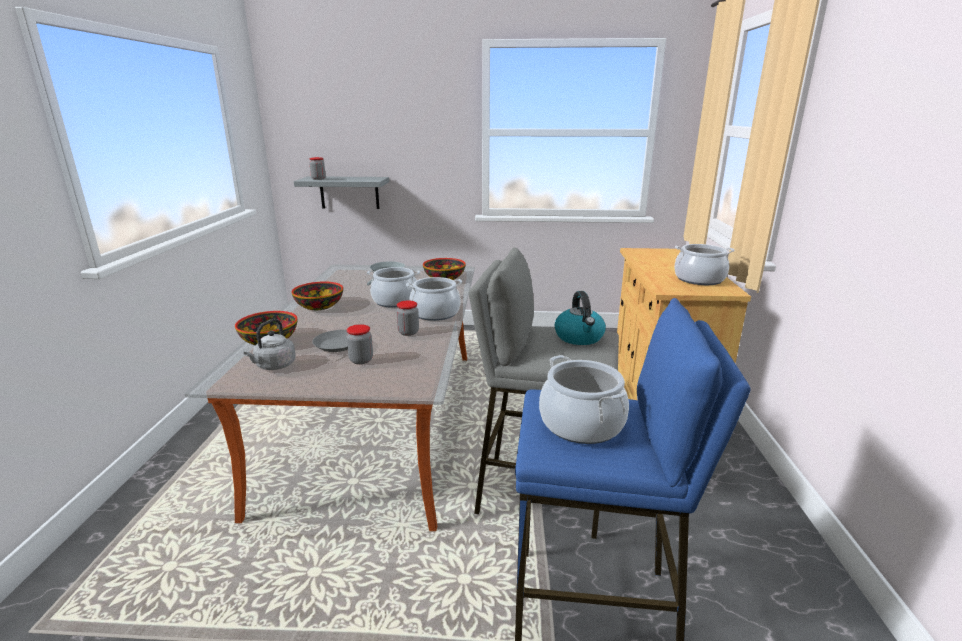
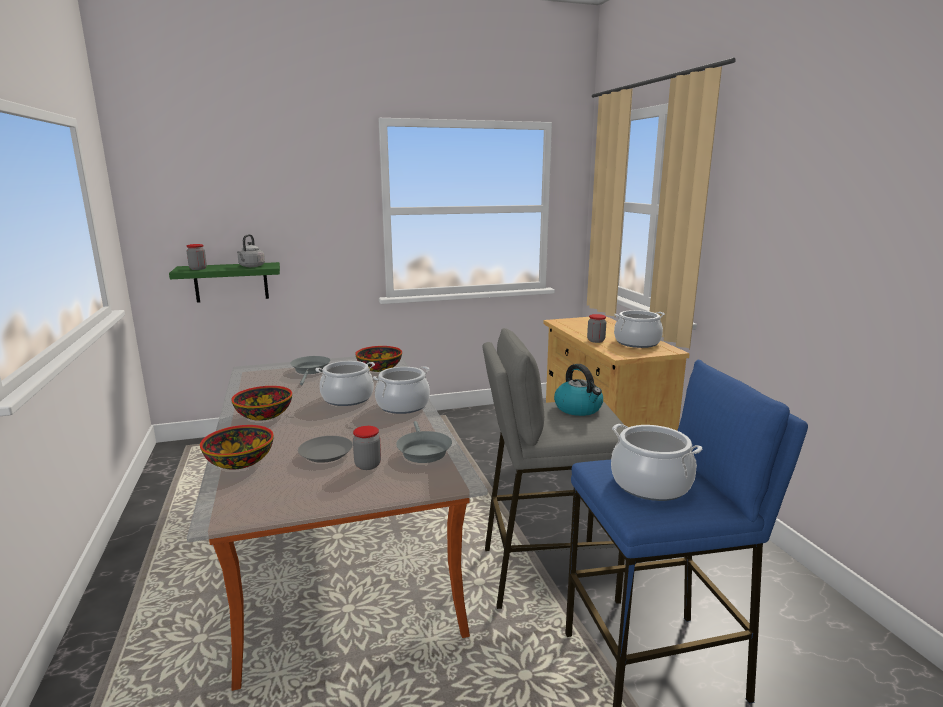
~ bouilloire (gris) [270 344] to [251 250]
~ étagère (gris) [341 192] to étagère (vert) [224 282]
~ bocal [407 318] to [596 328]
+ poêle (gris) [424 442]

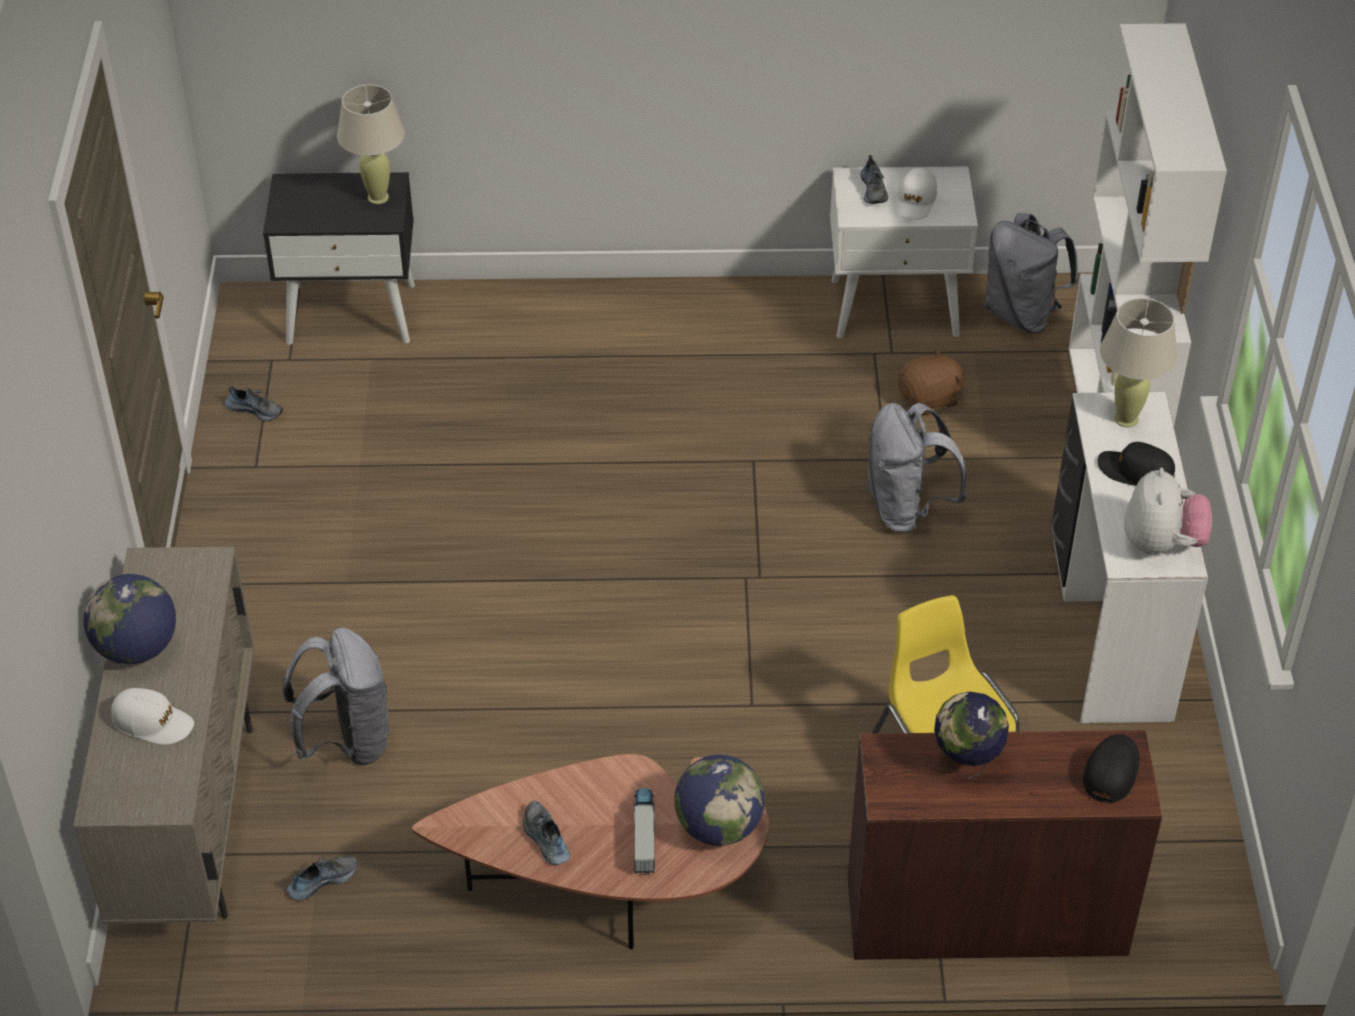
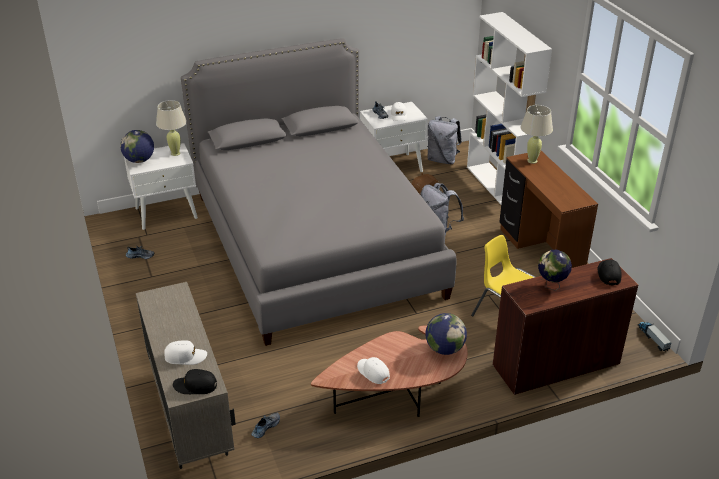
~ globe [129 619] to [137 146]
~ table de chevet (noir) [339 258] to table de chevet (blanc) [161 186]
- sac à dos (gris) [337 697]
~ chaussure [546 833] to casquette (blanc) [373 370]
~ camion jouet [644 831] to [655 336]
~ bureau (blanc) [1129 557] to bureau (marron) [548 209]
~ casquette (noir) [1136 464] to [195 381]
- peluche [1168 511]
+ lit (gris) [318 192]

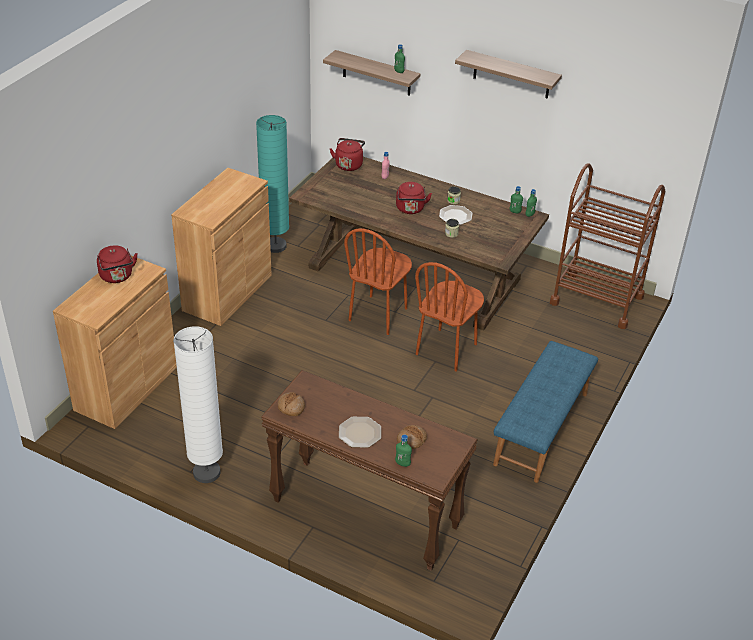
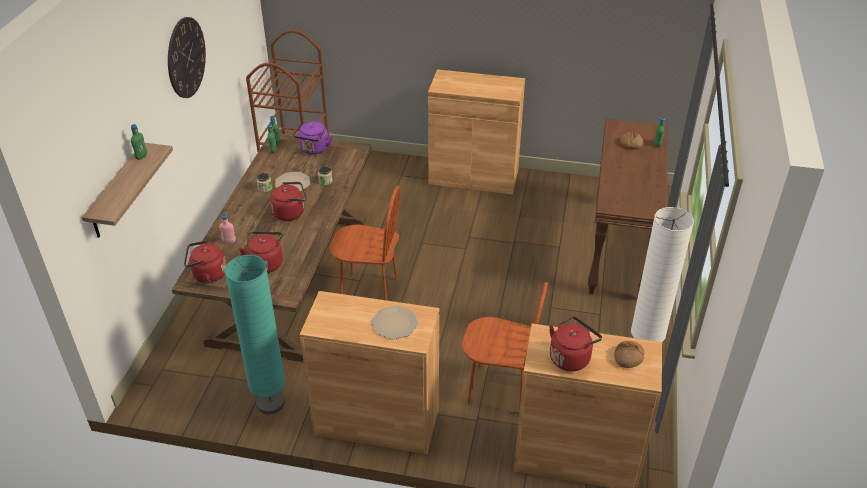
~ pain [291 404] to [629 354]
~ assiette [360 432] to [394 322]
~ chaise (marron) [449 317] to [505 347]
~ étagère [508 74] to horloge murale [187 57]
~ banc (bleu) [545 412] to meuble de rangement (marron) [476 132]
+ bouilloire (rouge) [261 252]
+ bouilloire (violet) [313 138]

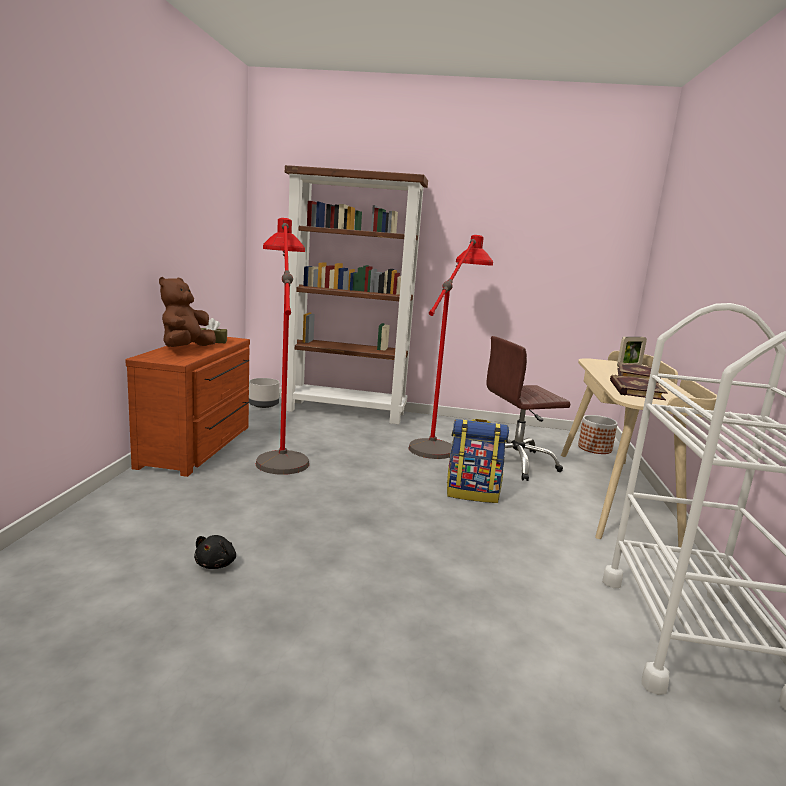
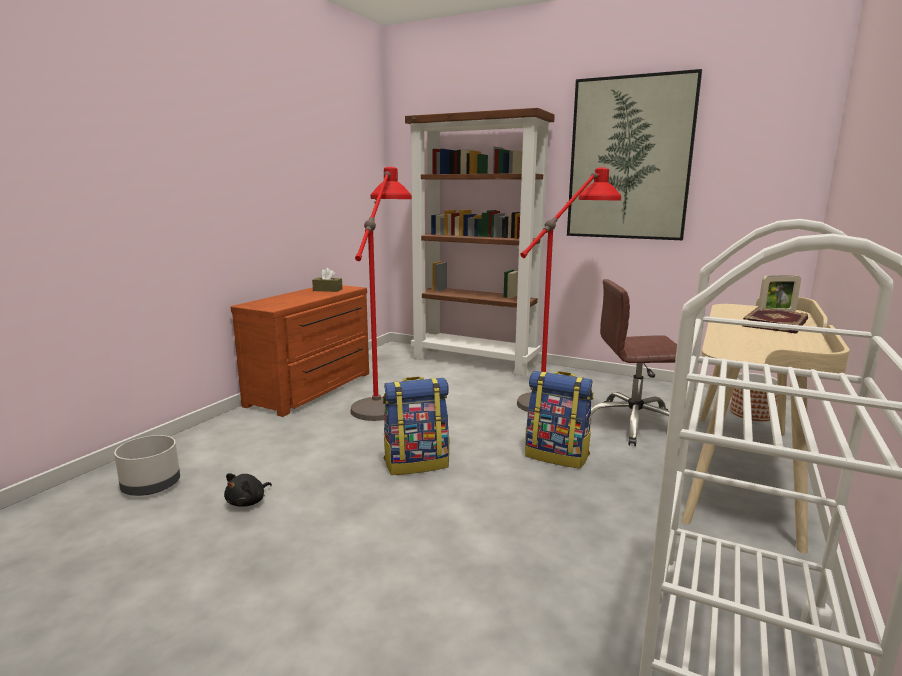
- peluche (marron) [187 312]
~ cache-pot (gris) [264 393] to [147 465]
- livre [639 387]
+ sac à dos [416 426]
+ tableau [634 154]

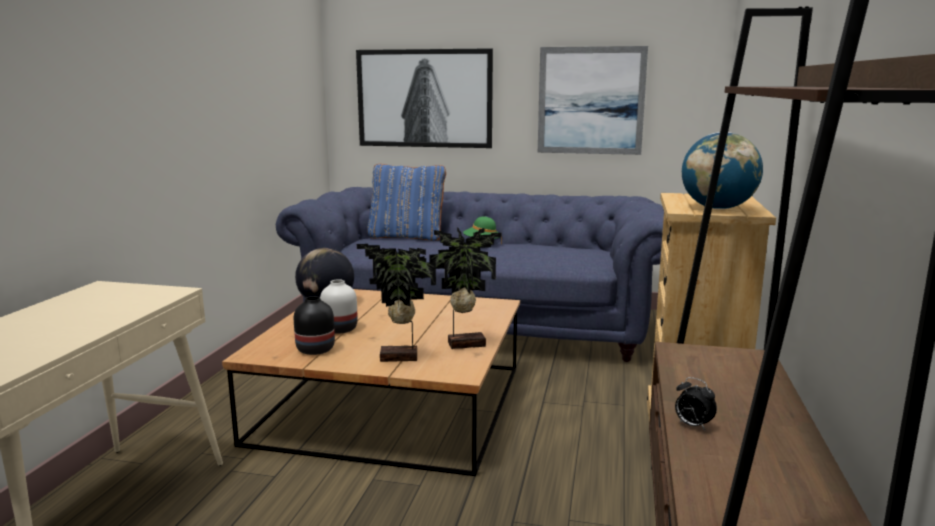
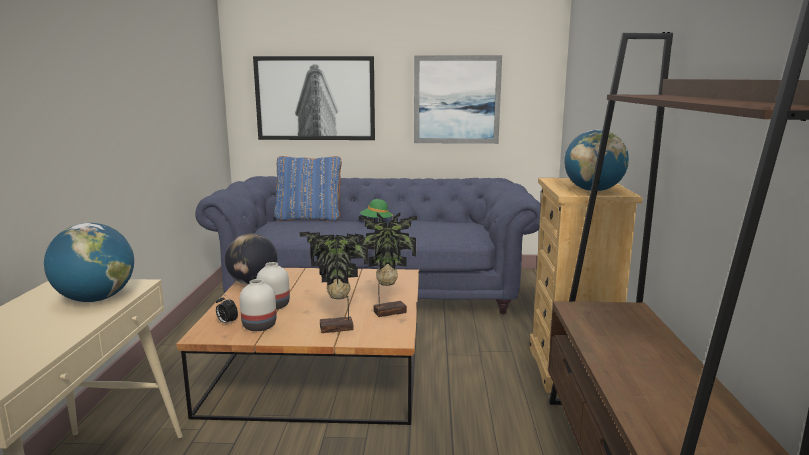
~ vase (noir) [314 325] to vase (blanc) [258 305]
~ réveil [696 403] to [227 309]
+ globe [89 262]

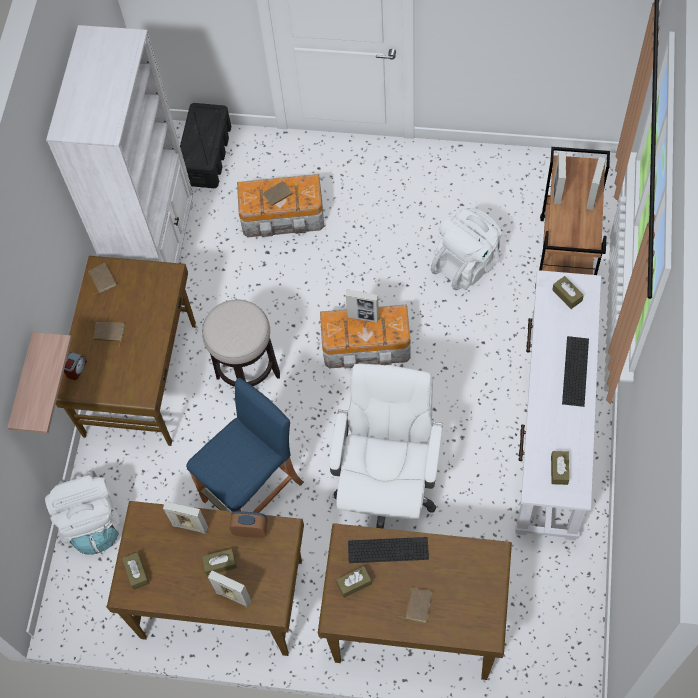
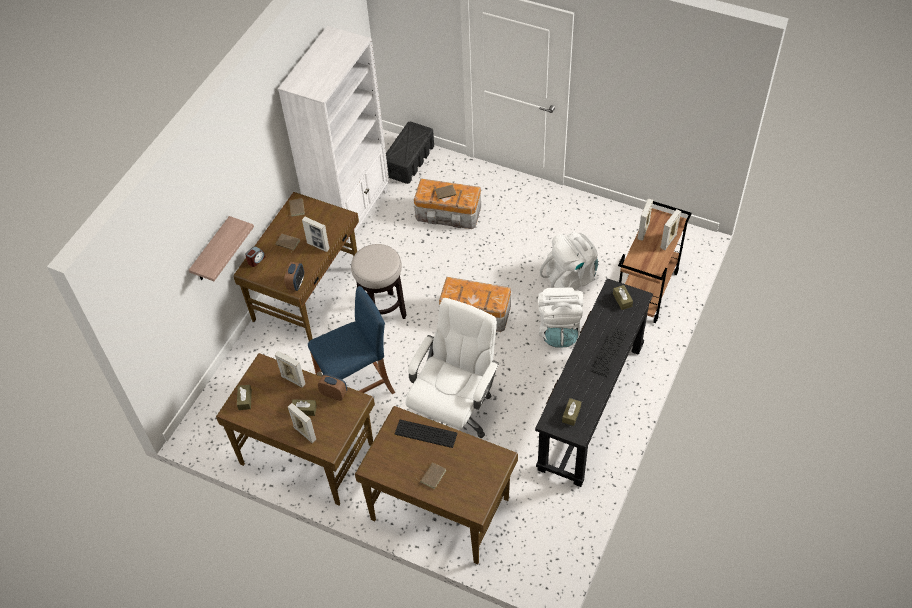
~ sac à dos (blanc) [83 512] to [560 317]
- boîte à mouchoirs (marron) [354 582]
~ cadre photo [362 306] to [316 234]
~ table console (blanc) [558 405] to table console (noir) [594 382]
+ réveil [294 276]

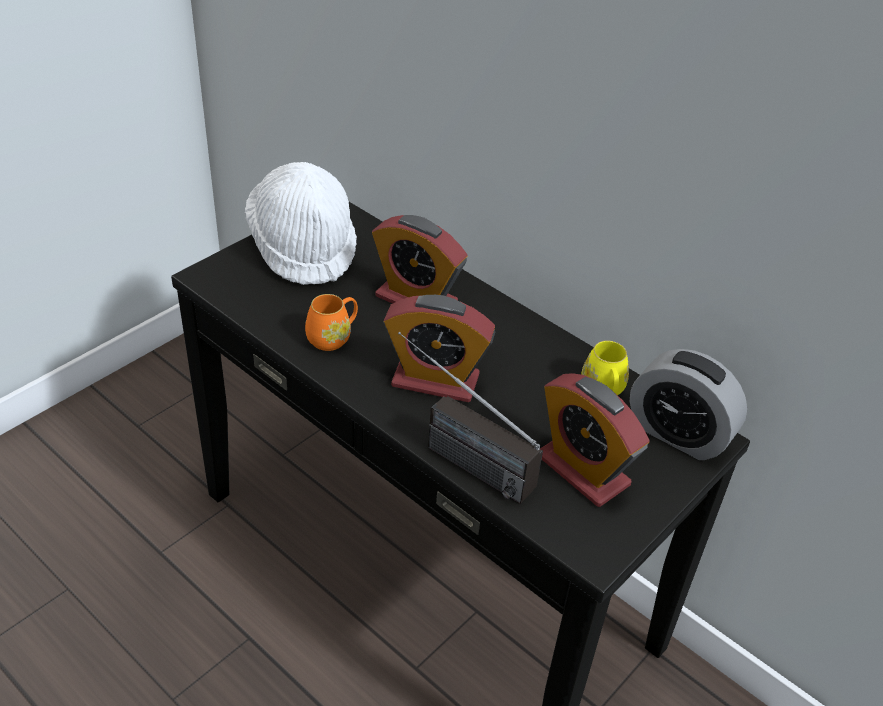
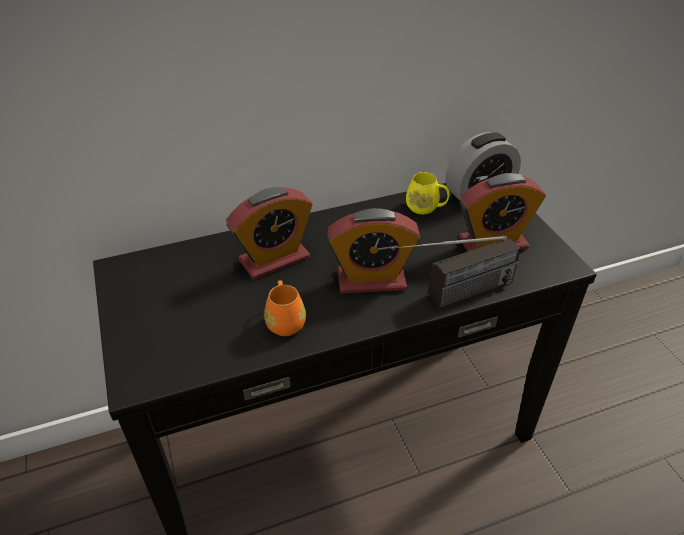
- chapeau (blanc) [301 223]
~ réveil [439 348] = [373 250] 45 degrees clockwise

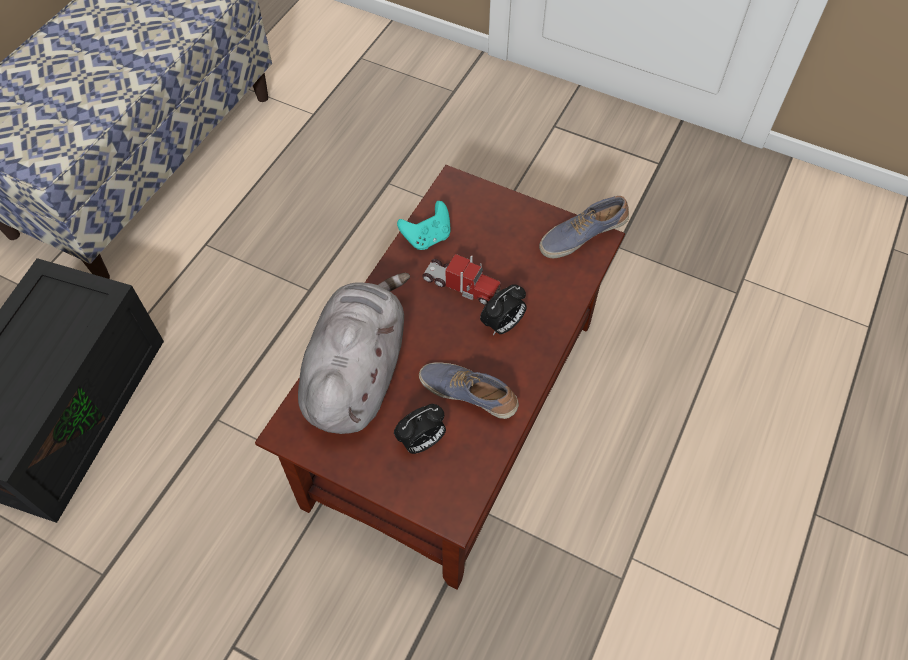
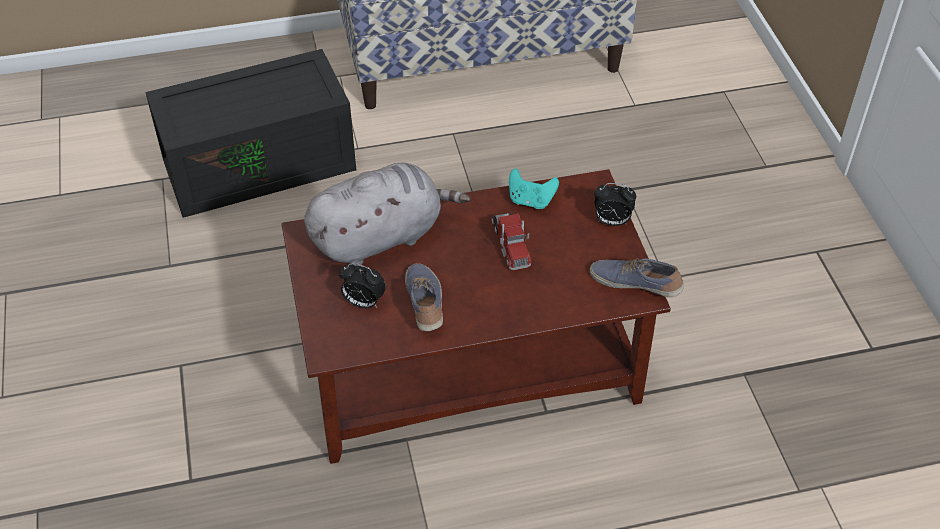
~ réveil [503 309] to [615 204]

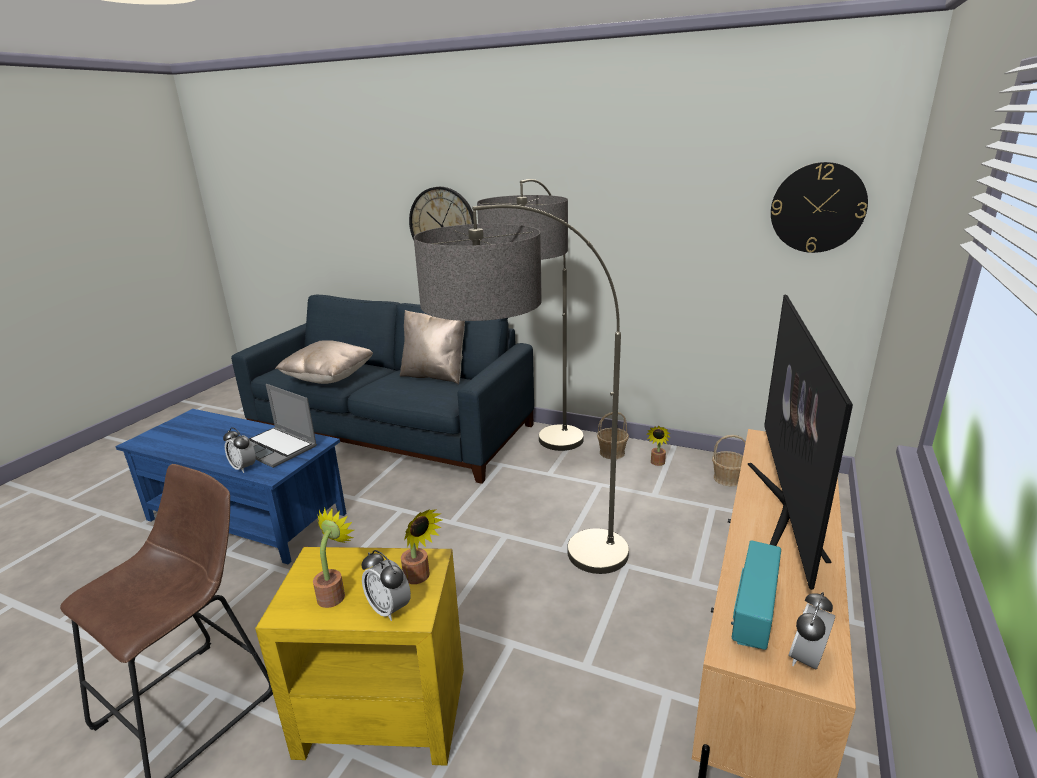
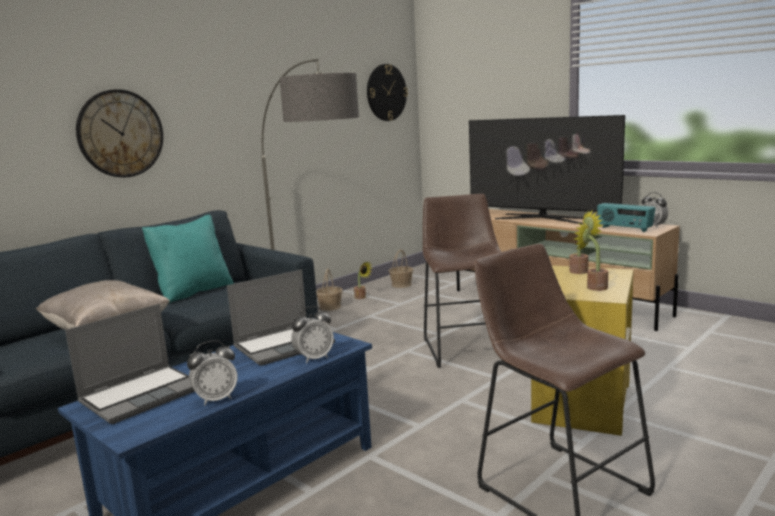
~ réveil [386 585] to [212 373]
~ coussin (beige) [432 347] to coussin (turquoise) [188 259]
~ lampadaire [521 389] to tabouret (marron) [462 281]
+ ordinateur portable [130 364]

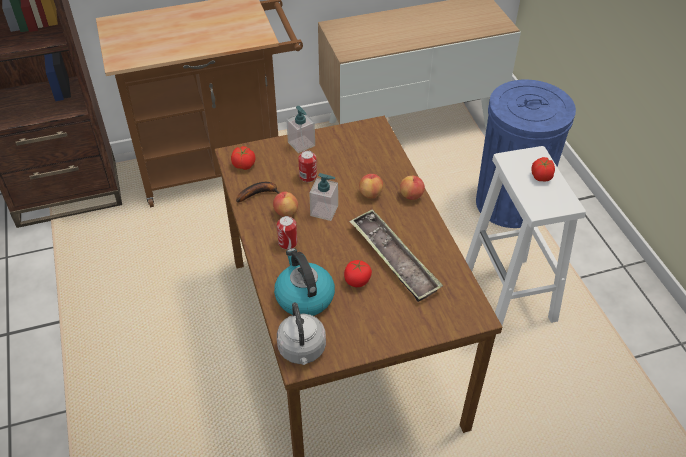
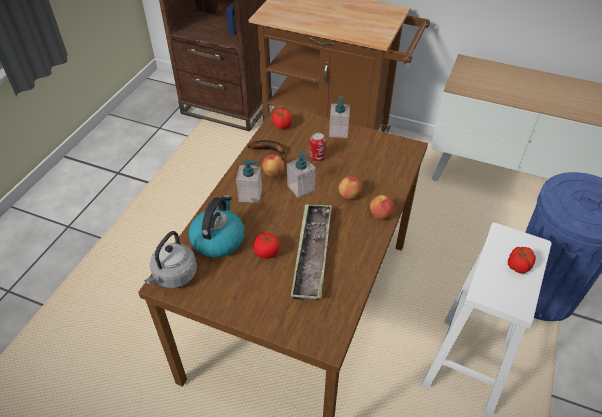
~ boîte métallique [287 233] to distributeur de savon [249 181]

